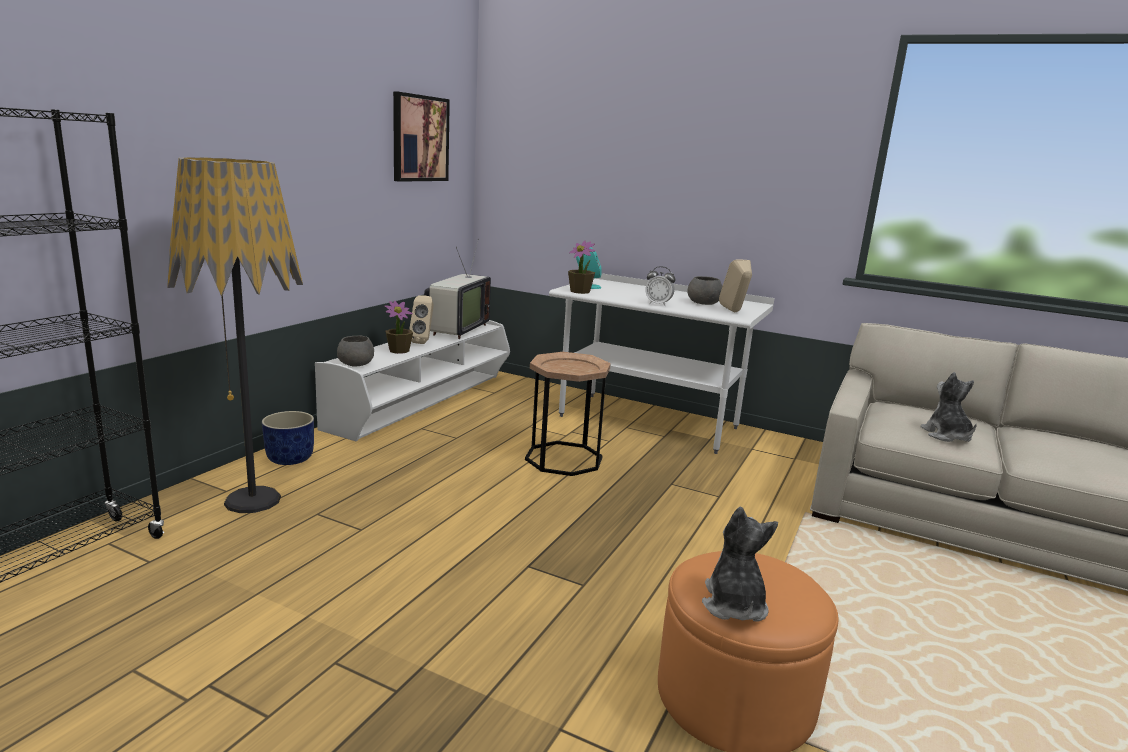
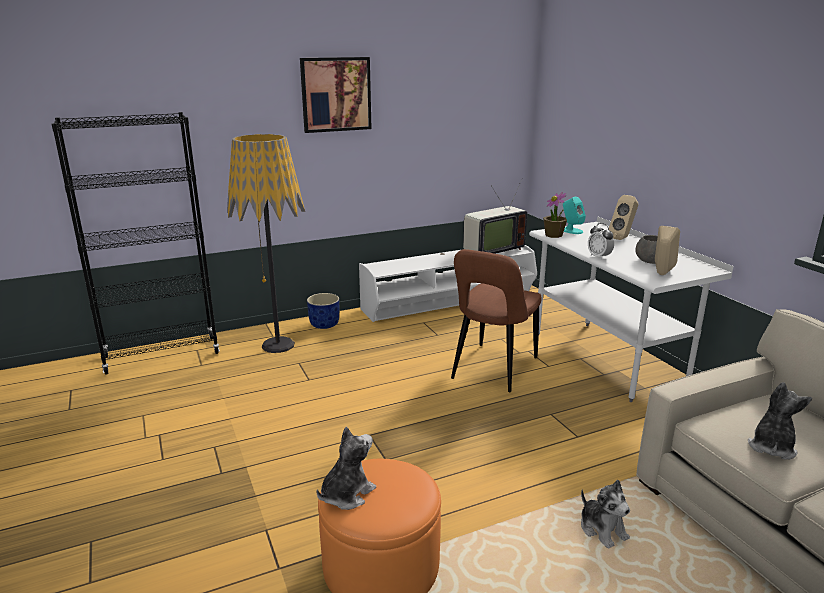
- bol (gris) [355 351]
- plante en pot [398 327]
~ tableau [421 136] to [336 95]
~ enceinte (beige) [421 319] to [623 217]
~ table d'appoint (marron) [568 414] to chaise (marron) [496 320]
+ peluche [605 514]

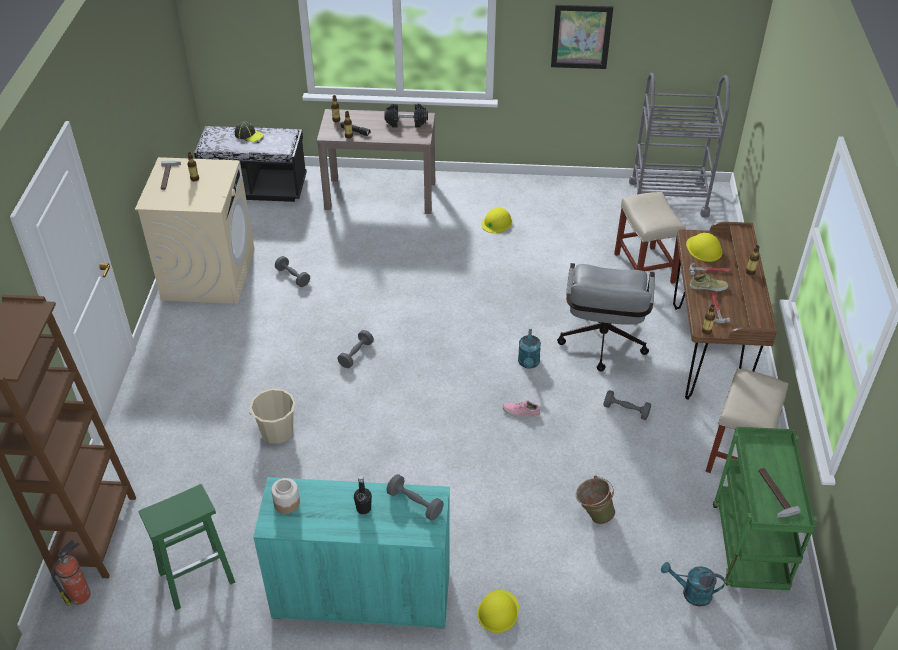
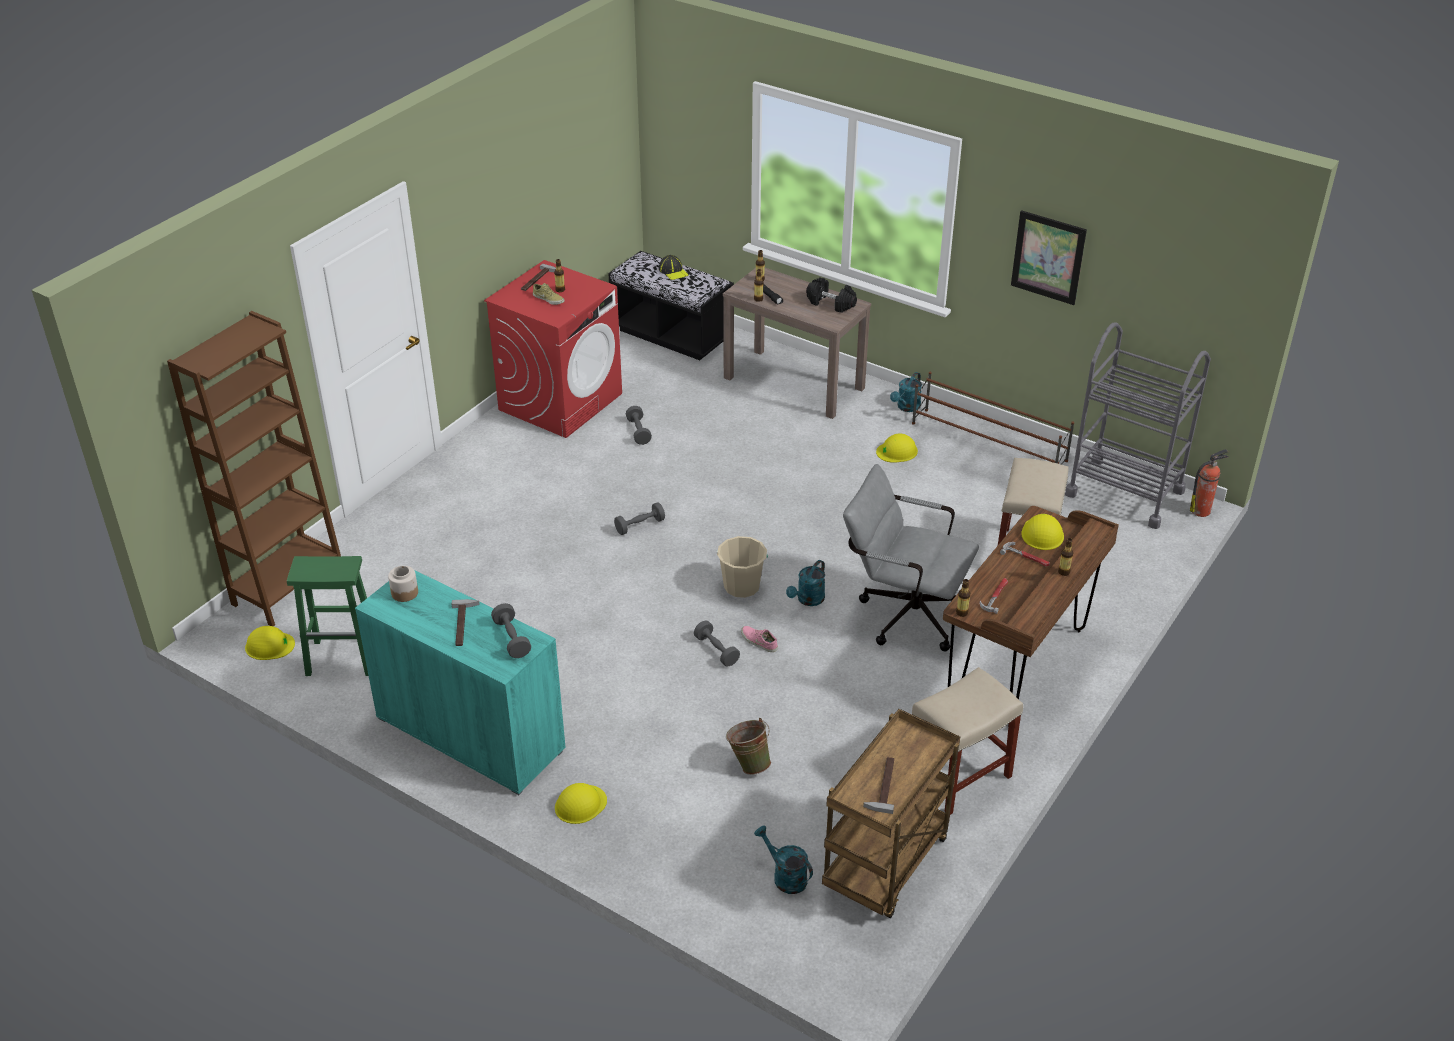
~ extincteur [71 572] to [1209 483]
~ lave-linge (beige) [195 230] to lave-linge (rouge) [553 349]
~ seau (beige) [272 416] to [742 567]
~ bouteille (noir) [363 494] to marteau [466 622]
~ chaise de bureau (gris) [606 317] = [911 557] 75 degrees clockwise
~ haltère (gris) [627 405] to [717 643]
~ chaussure (beige) [709 282] to [548 294]
~ chariot (vert) [765 508] to chariot (marron) [891 813]
+ casque de chantier (jaune) [270 643]
+ arrosoir (turquoise) [906 392]
+ étagère à chaussures (marron) [993 418]

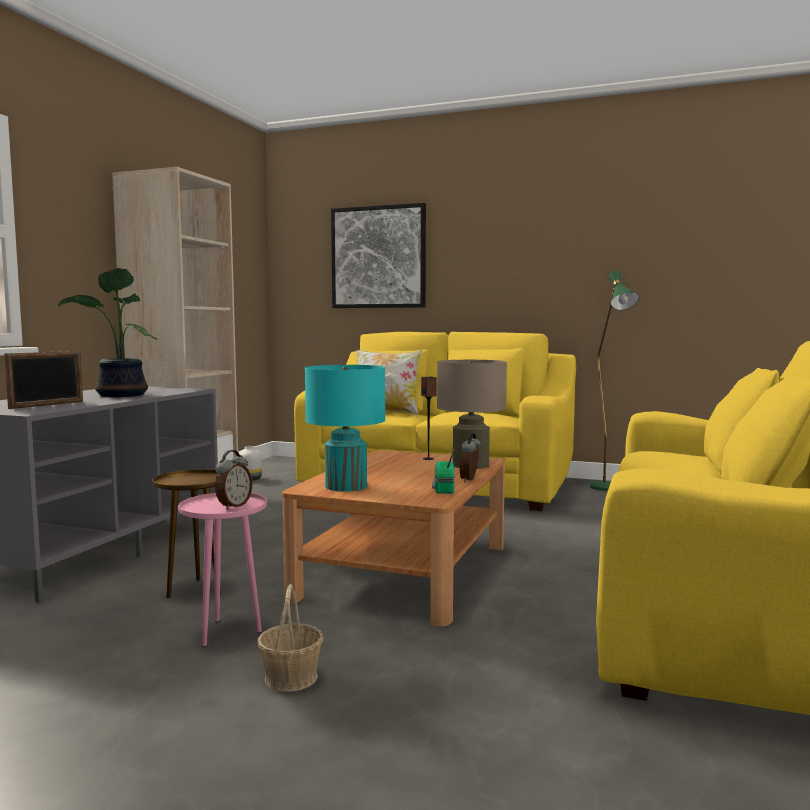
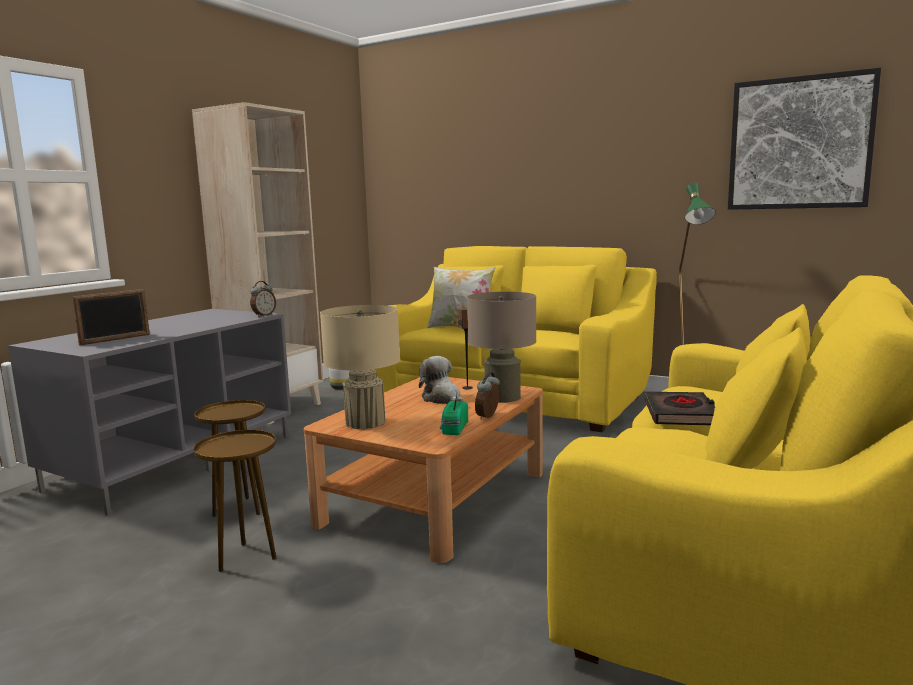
- plante en pot [107 332]
~ table d'appoint (rose) [223 570] to table d'appoint (marron) [234 501]
~ réveil [233 480] to [263 299]
- panier [290 638]
~ lampe de table (turquoise) [345 428] to lampe de table (beige) [360 367]
~ tableau [378 255] to [804 139]
+ peluche [441 380]
+ livre (noir) [680 408]

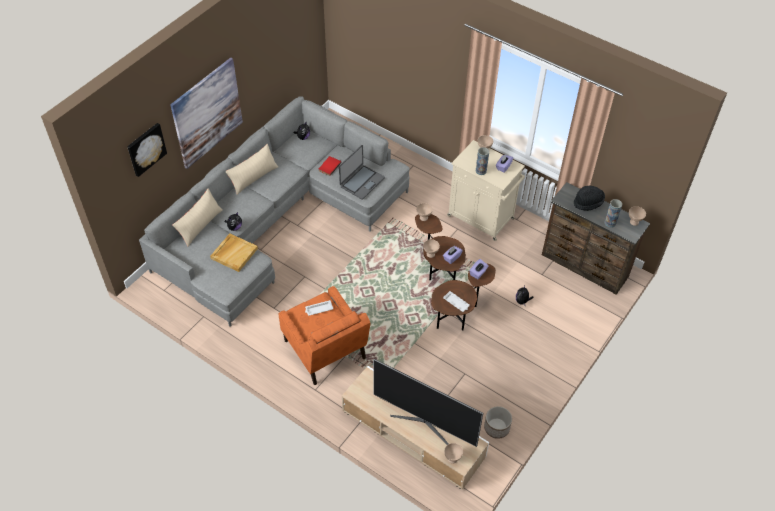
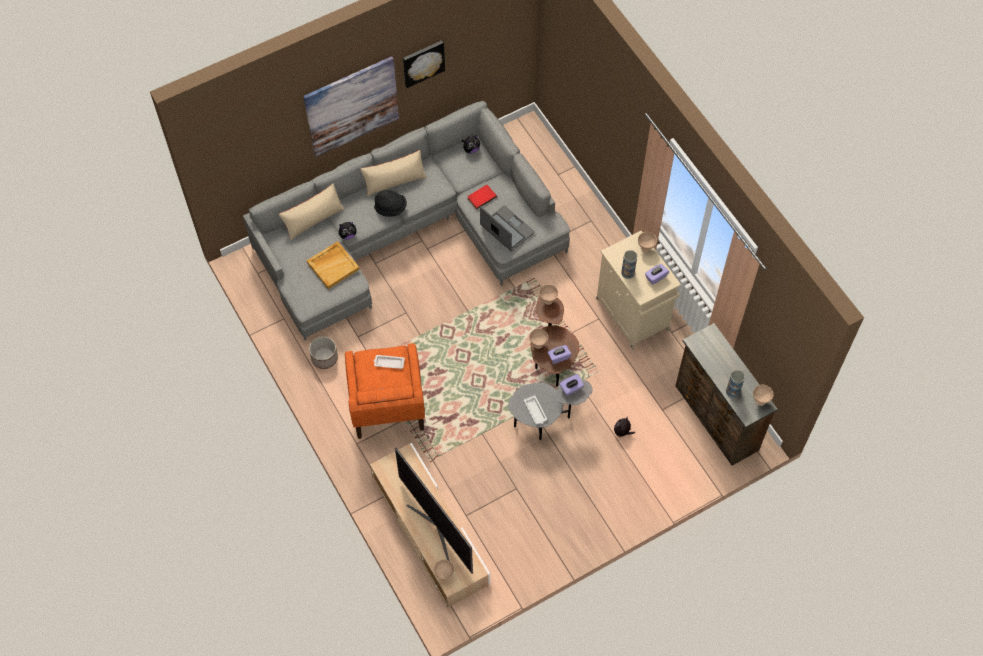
~ tableau [147 150] to [424 64]
~ ordinateur portable [362 172] = [507 228] 105 degrees counterclockwise
~ table d'appoint (marron) [463 297] to table d'appoint (gris) [550 410]
~ cache-pot [498 422] to [323 352]
~ chapeau (noir) [589 198] to [390 203]

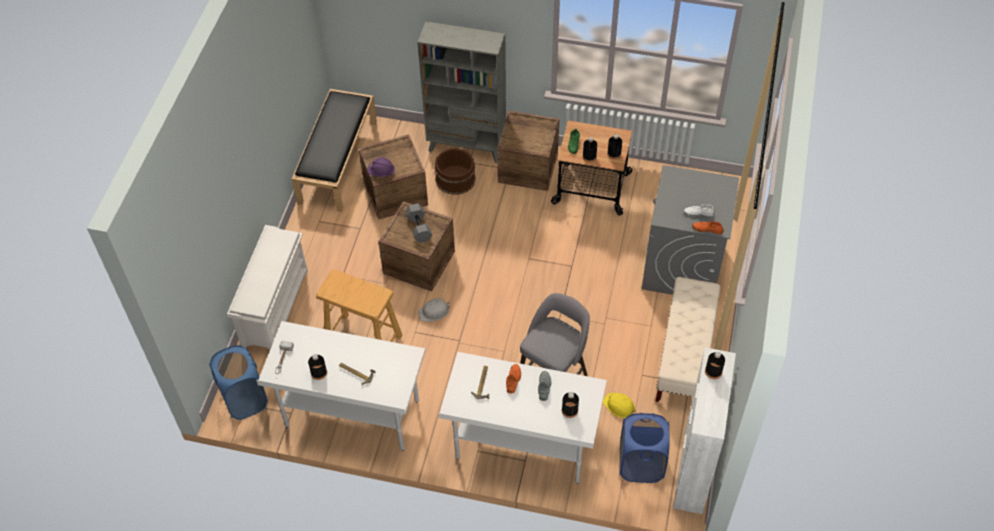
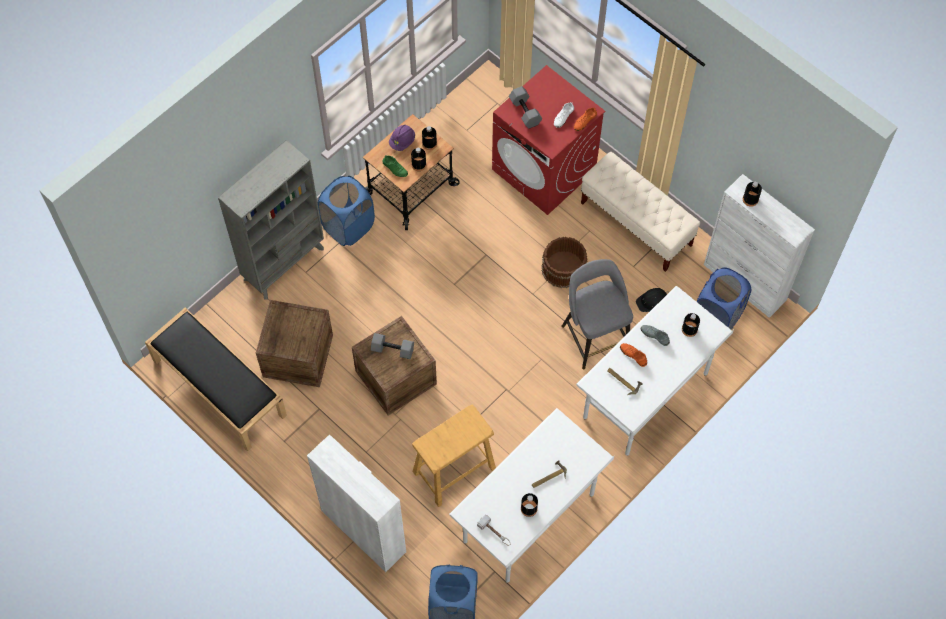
~ étagère à chaussures (blanc) [267 287] to meuble de rangement (blanc) [356 503]
~ casque de chantier (violet) [381 167] to [402 138]
- casque de chantier (blanc) [434 310]
~ seau (marron) [455 171] to [565 262]
~ caisse [528 151] to panier à linge (bleu) [346 211]
~ casque de chantier (jaune) [619 405] to casque de chantier (noir) [652 300]
~ lave-linge (gris) [690 230] to lave-linge (rouge) [548 140]
+ haltère (gris) [525 107]

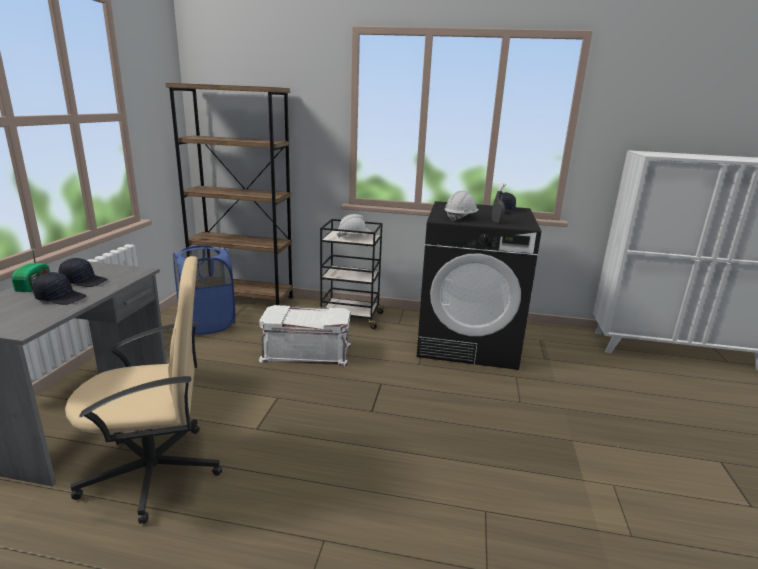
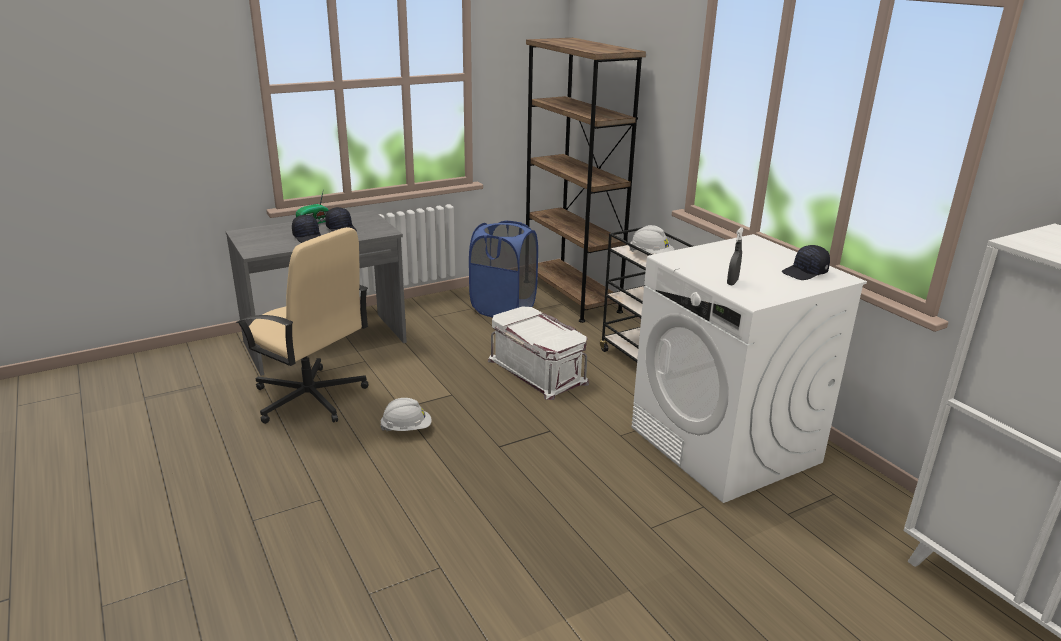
~ lave-linge (noir) [479 285] to lave-linge (blanc) [749 368]
~ casque de chantier (blanc) [462 205] to [406 414]

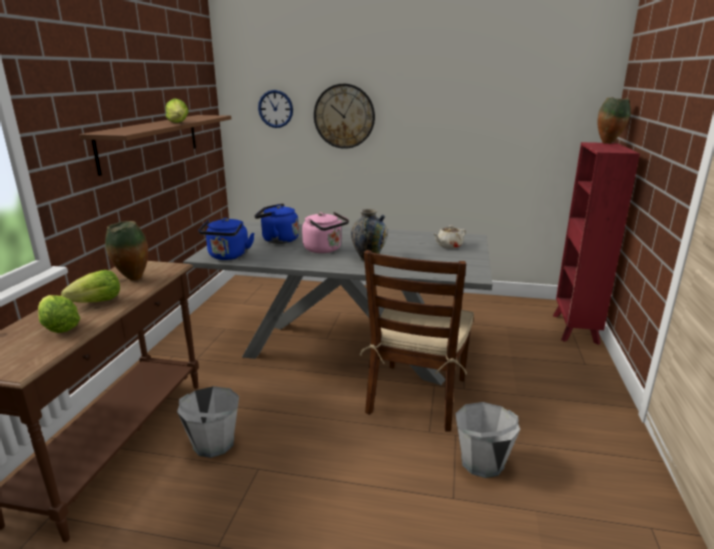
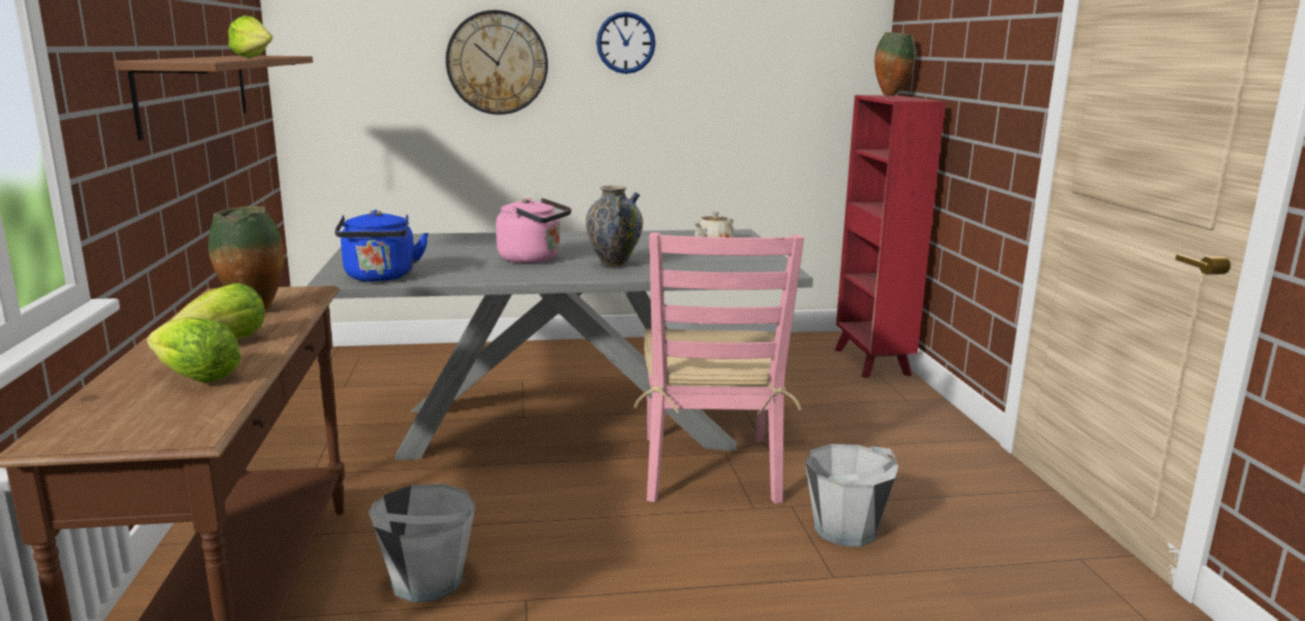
- bouilloire (bleu) [276 224]
~ horloge murale [275 109] to [626 43]
~ chaise (marron) [416 340] to chaise (rose) [718 368]

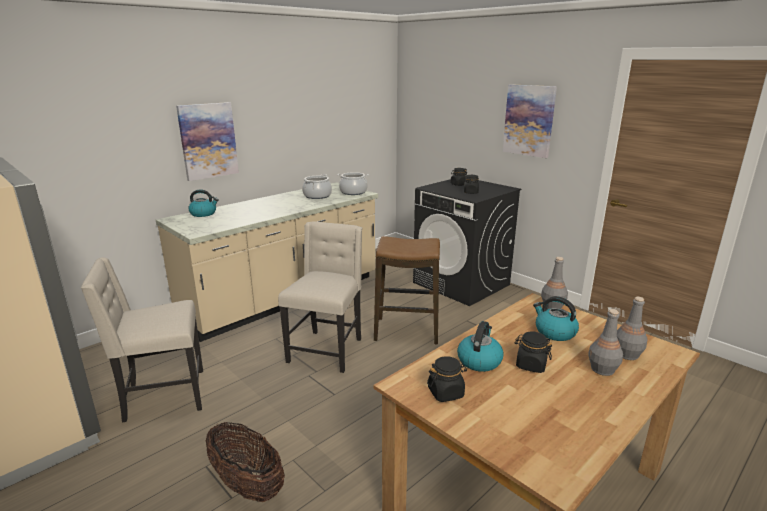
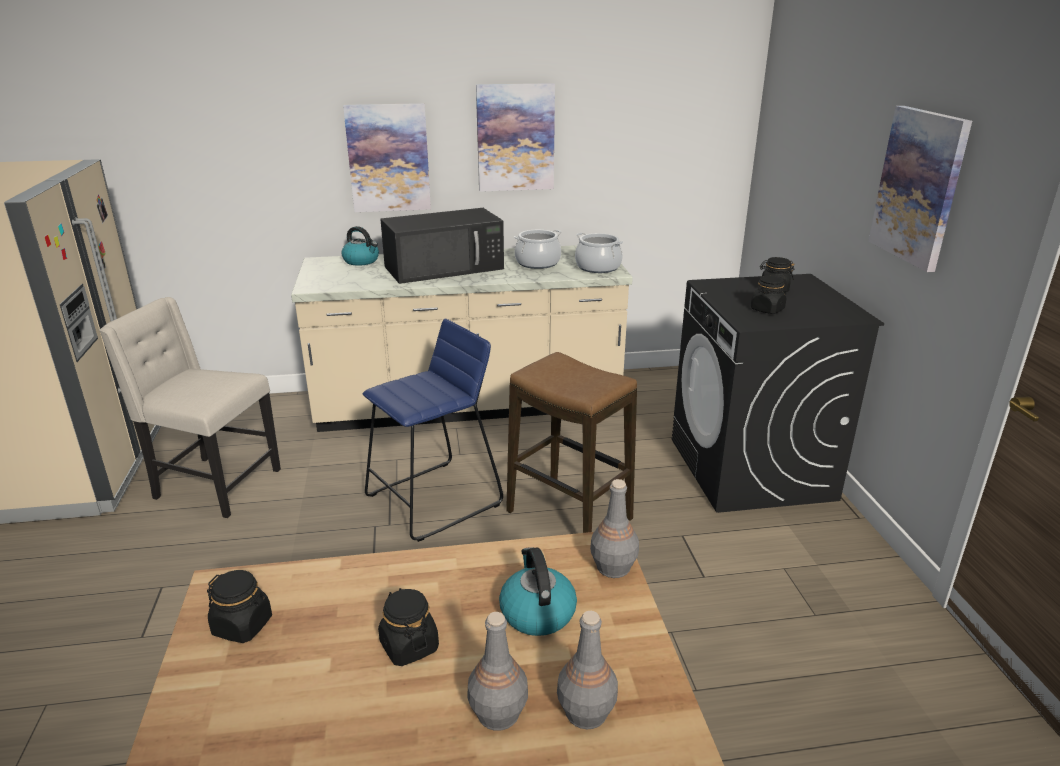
- panier [245 462]
~ chaise (beige) [320 297] to tabouret (bleu) [432 430]
- bouilloire [480 346]
+ micro-ondes (noir) [442 246]
+ tableau [515 137]

